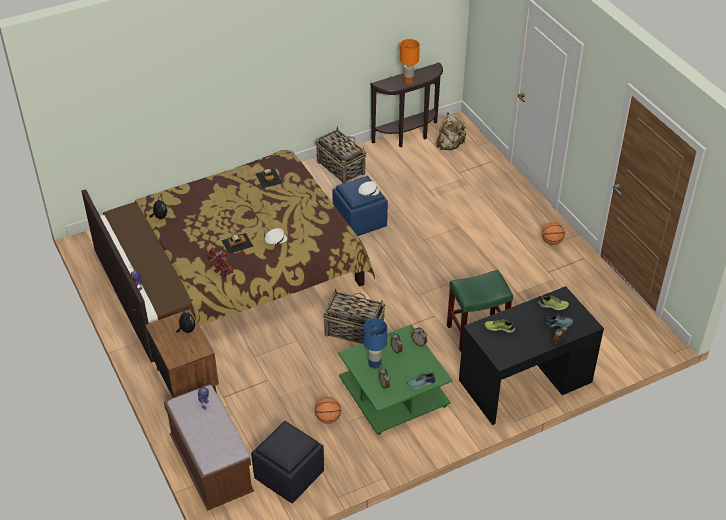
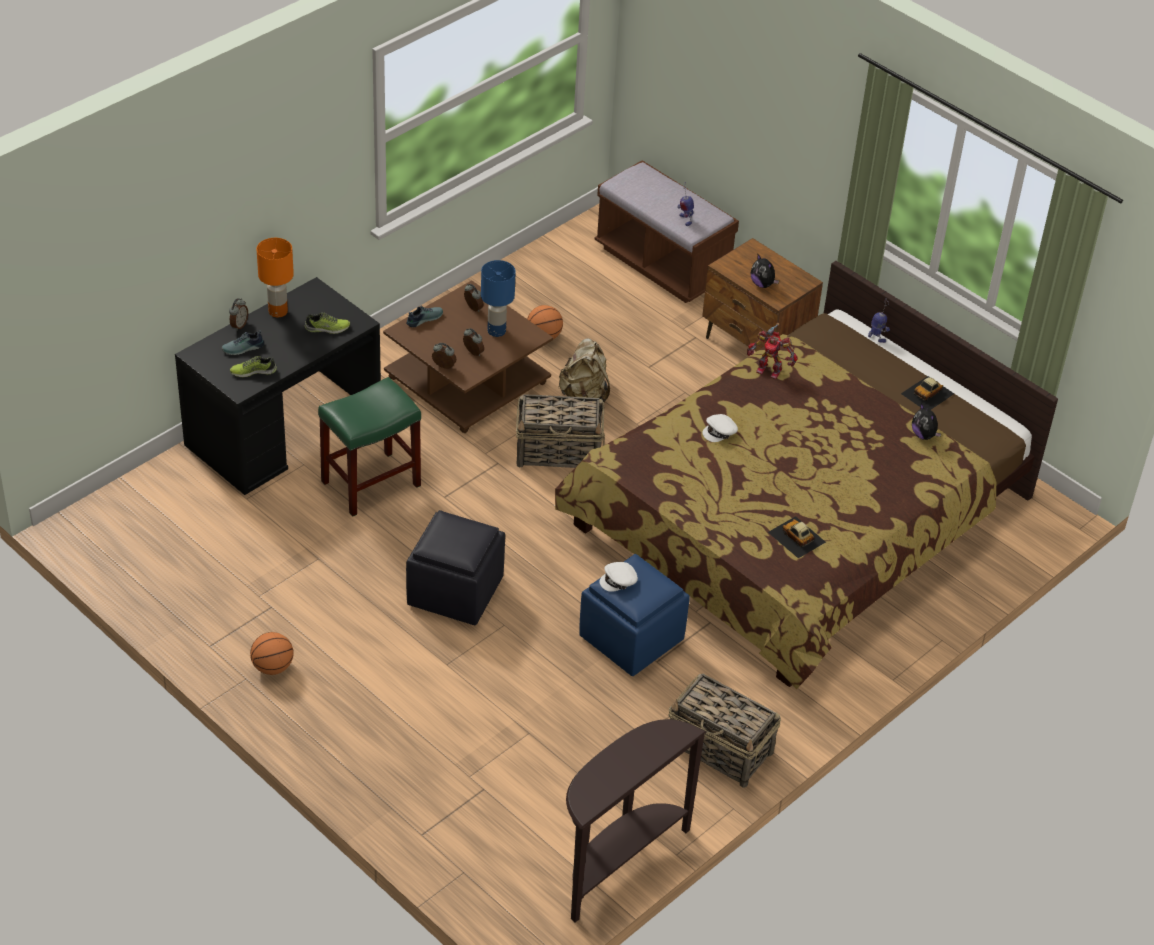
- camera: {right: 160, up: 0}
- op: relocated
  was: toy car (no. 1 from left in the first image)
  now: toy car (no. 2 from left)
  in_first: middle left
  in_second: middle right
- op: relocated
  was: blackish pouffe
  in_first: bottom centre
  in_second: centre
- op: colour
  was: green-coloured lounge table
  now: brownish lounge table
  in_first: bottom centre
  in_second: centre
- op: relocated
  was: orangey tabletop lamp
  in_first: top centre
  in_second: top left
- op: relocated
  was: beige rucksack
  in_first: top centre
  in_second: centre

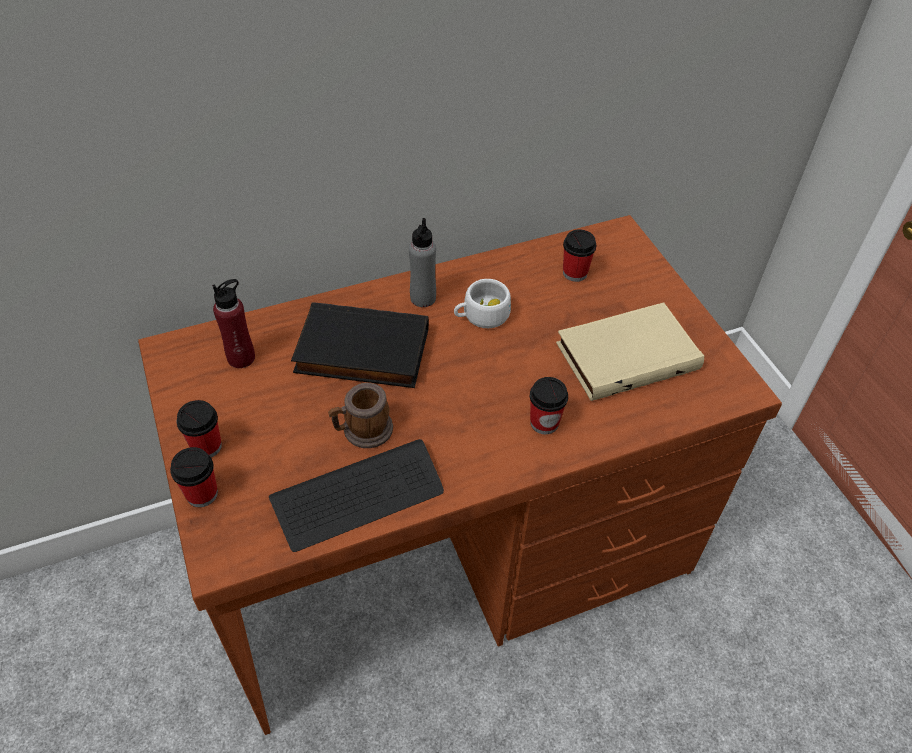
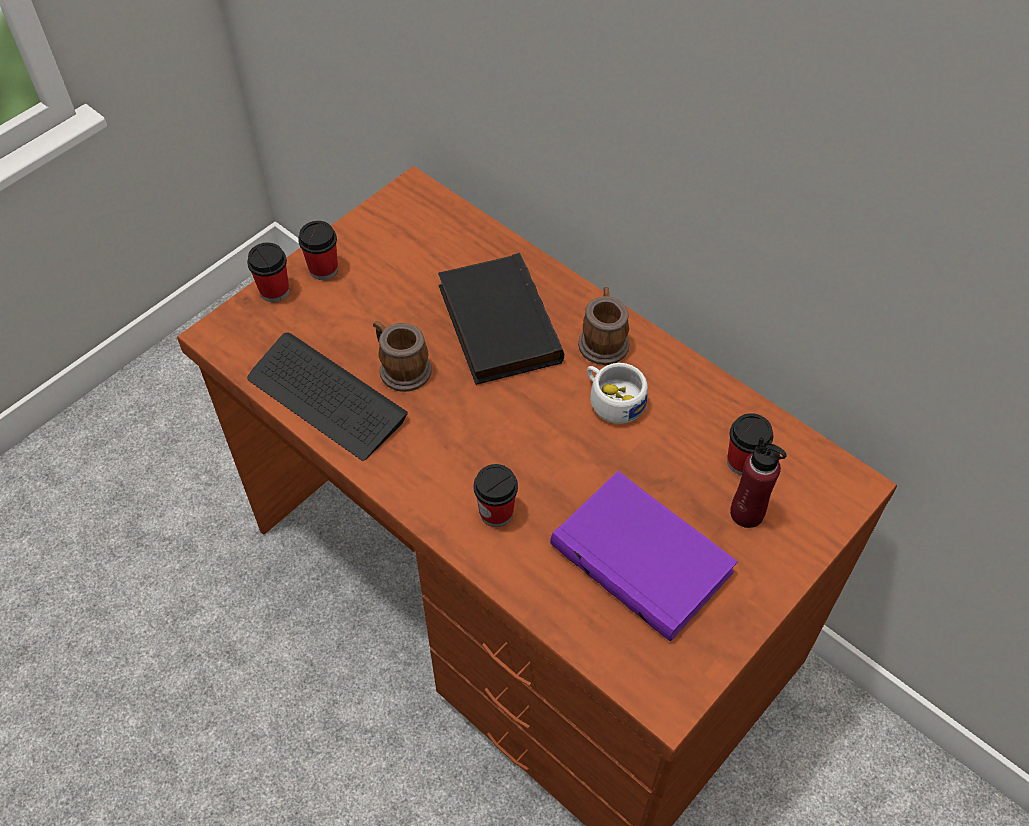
- camera: {right: 65, up: 5}
- op: relocated
  was: reddish drink bottle
  in_first: middle left
  in_second: middle right
- op: exchanged
  was: greyish drink bottle
  now: coffee mug (no. 2 from left)
  in_first: centre
  in_second: centre
- op: colour
  was: beige book
  now: purple-coloured book
  in_first: middle right
  in_second: bottom centre

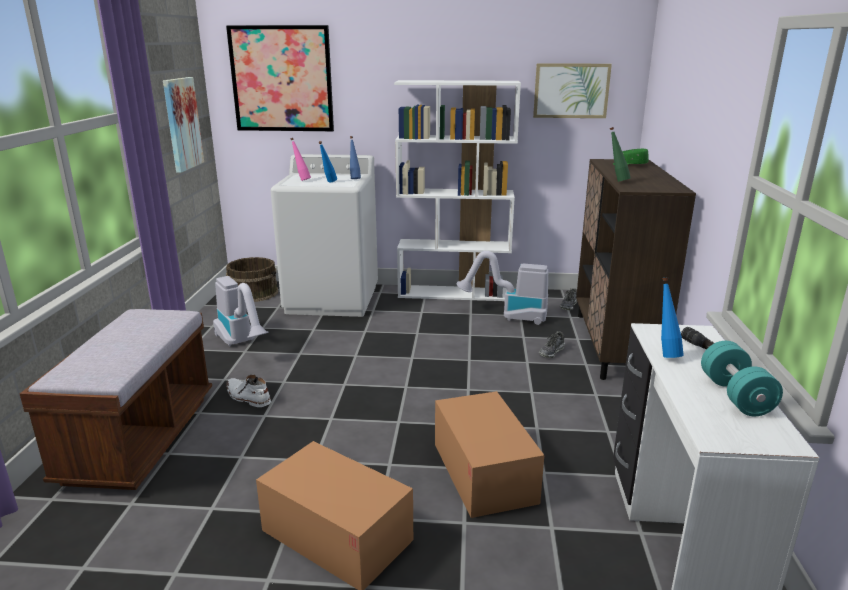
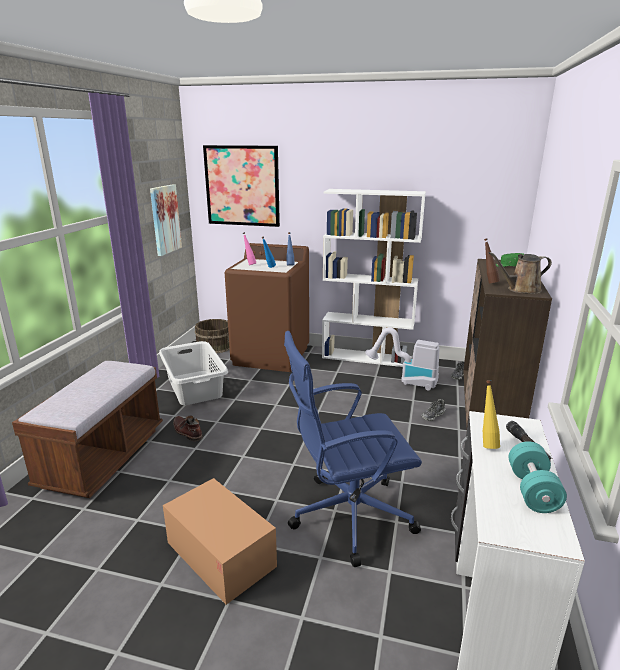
- camera: {right: 10, up: 0}
- op: exchanged
  was: vacuum (no. 1 from left)
  now: greyish hamper
  in_first: middle left
  in_second: middle left
- op: colour
  was: white high-top boot
  now: brownish high-top boot
  in_first: middle left
  in_second: middle left
- op: colour
  was: white laundry appliance
  now: brownish laundry appliance
  in_first: centre
  in_second: centre
- op: exchanged
  was: cardboard box (no. 2 from left)
  now: blue-coloured computer chair
  in_first: bottom centre
  in_second: bottom centre
- op: missing
  was: picture (no. 3 from left)
  in_first: top right
- op: colour
  was: green-coloured drink bottle
  now: brownish drink bottle
  in_first: top right
  in_second: middle right
- op: colour
  was: blue-coloured drink bottle (no. 3 from left)
  now: yellowish drink bottle
  in_first: middle right
  in_second: middle right
- op: appeared
  now: brownish sprinkling can
  in_second: middle right

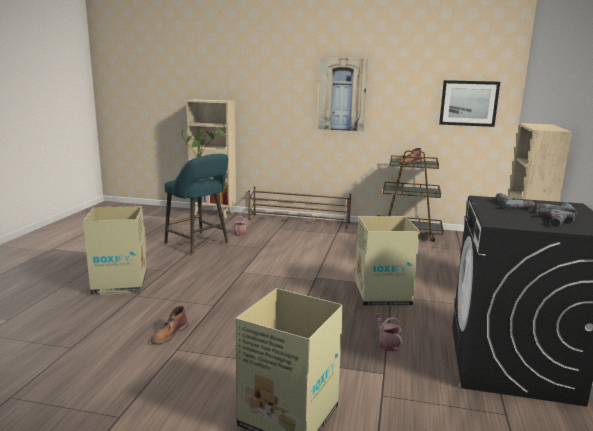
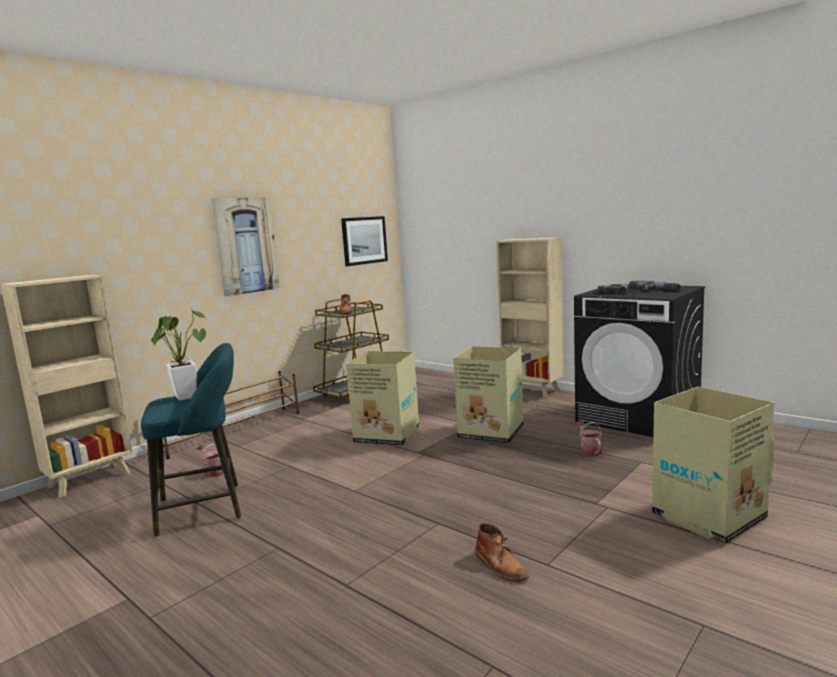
- camera: {right: -60, up: -5}
- op: relocated
  was: cardboard box (no. 1 from left)
  in_first: middle left
  in_second: centre
- op: spun
  was: sprinkling can (no. 2 from left)
  in_first: bottom centre
  in_second: middle right
  clockwise: 75

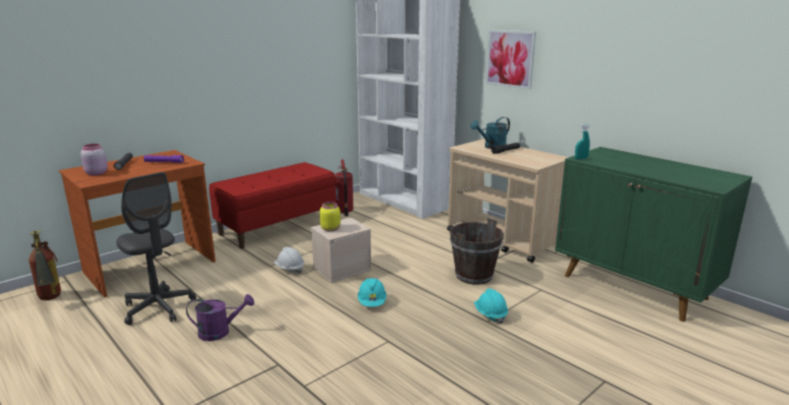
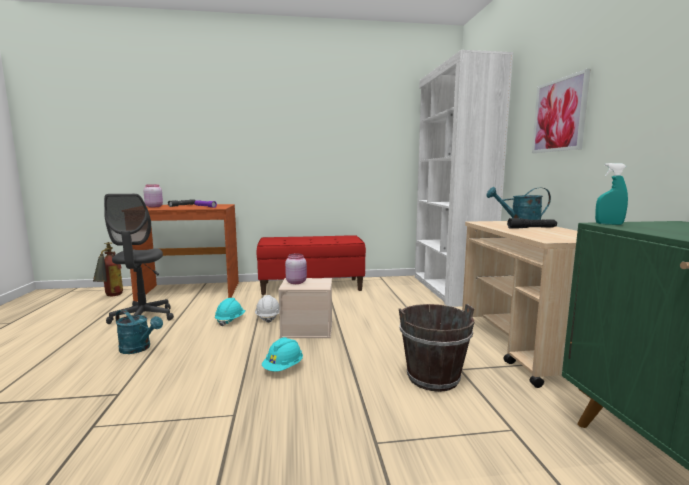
- camera: {right: 35, up: -10}
- op: colour
  was: purple-coloured sprinkling can
  now: turquoise sprinkling can (no. 1 from left)
  in_first: bottom left
  in_second: bottom left
- op: colour
  was: yellowish preserve jar
  now: pink-coloured preserve jar (no. 2 from left)
  in_first: centre
  in_second: centre
- op: missing
  was: fire-fighting cylinder (no. 2 from left)
  in_first: centre
- op: relocated
  was: turquoise work helmet (no. 2 from left in the first image)
  now: turquoise work helmet (no. 1 from left)
  in_first: bottom centre
  in_second: centre

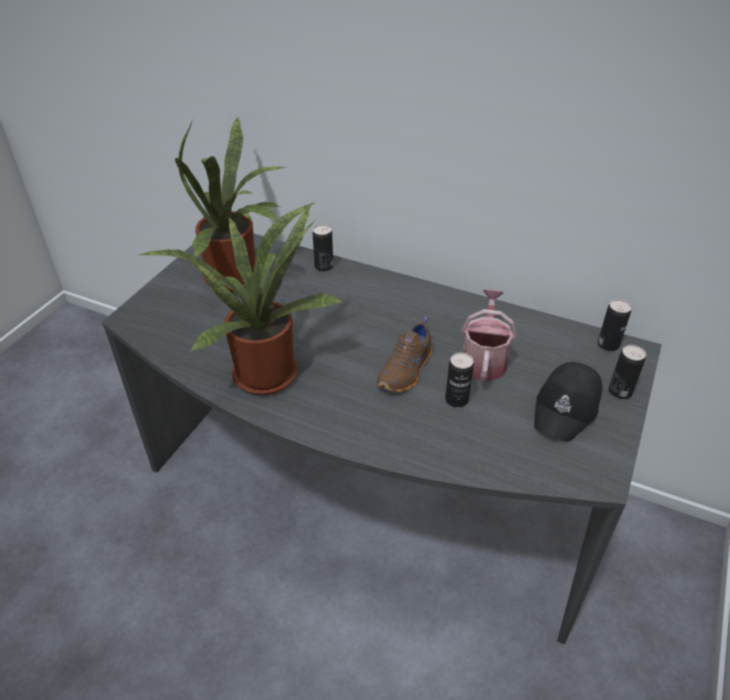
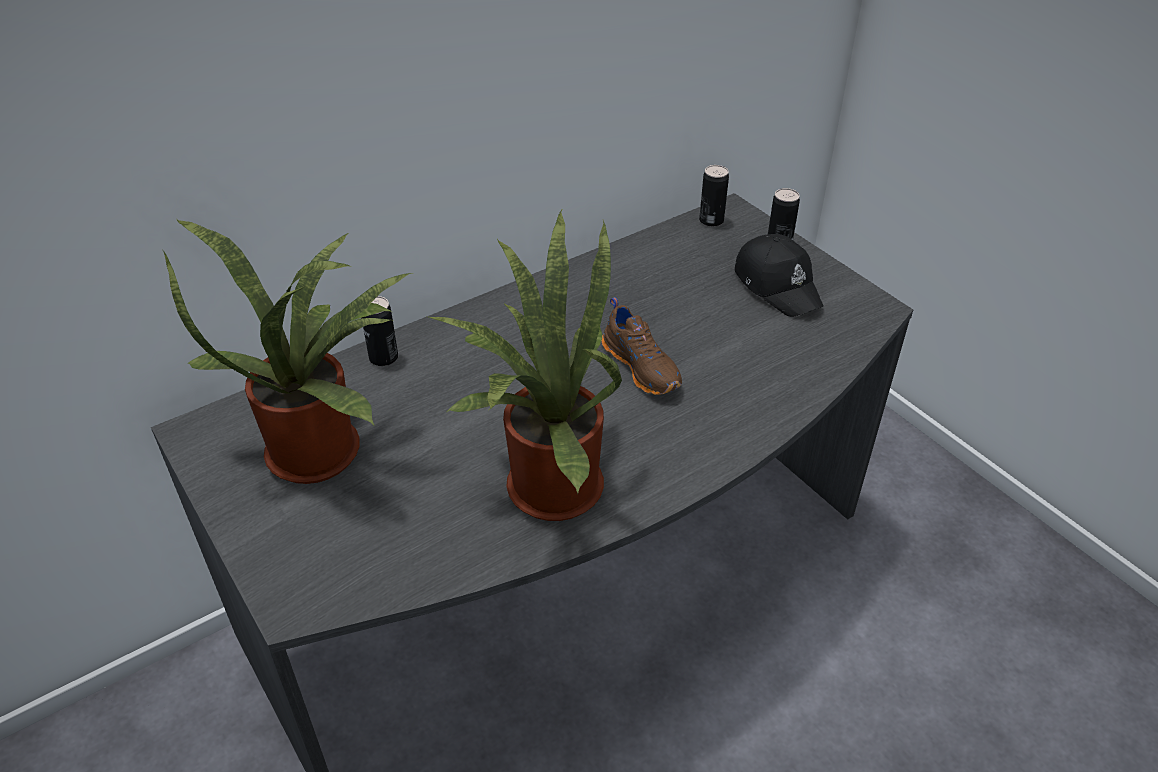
- camera: {right: -60, up: 0}
- op: missing
  was: metal can (no. 2 from left)
  in_first: centre
- op: missing
  was: sprinkling can
  in_first: middle right

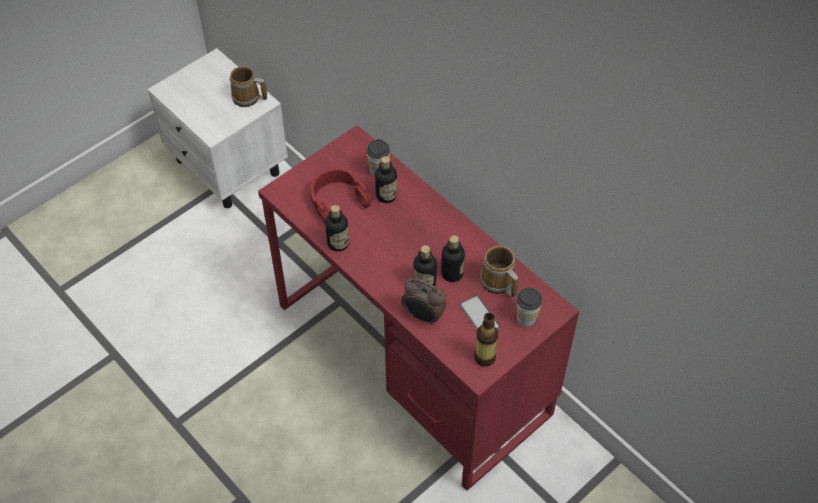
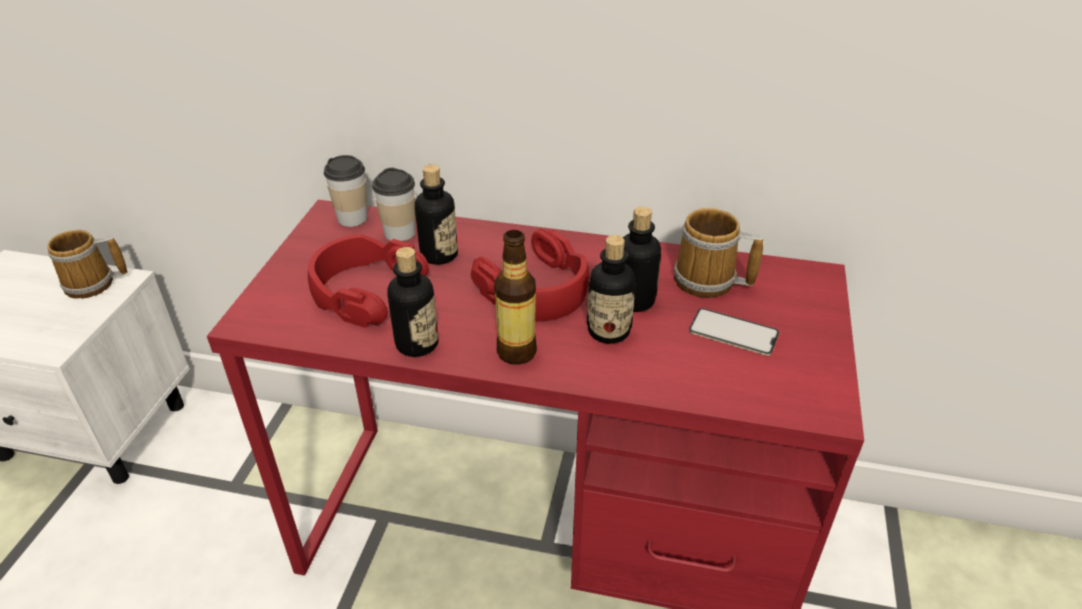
- camera: {right: -35, up: -15}
- op: missing
  was: table clock
  in_first: centre
- op: relocated
  was: drink bottle (no. 5 from left in the first image)
  now: drink bottle (no. 3 from left)
  in_first: bottom centre
  in_second: centre
- op: relocated
  was: drinking cup (no. 2 from left in the first image)
  now: drinking cup (no. 1 from left)
  in_first: centre
  in_second: top left
- op: appeared
  now: reddish headphones (no. 2 from left)
  in_second: centre

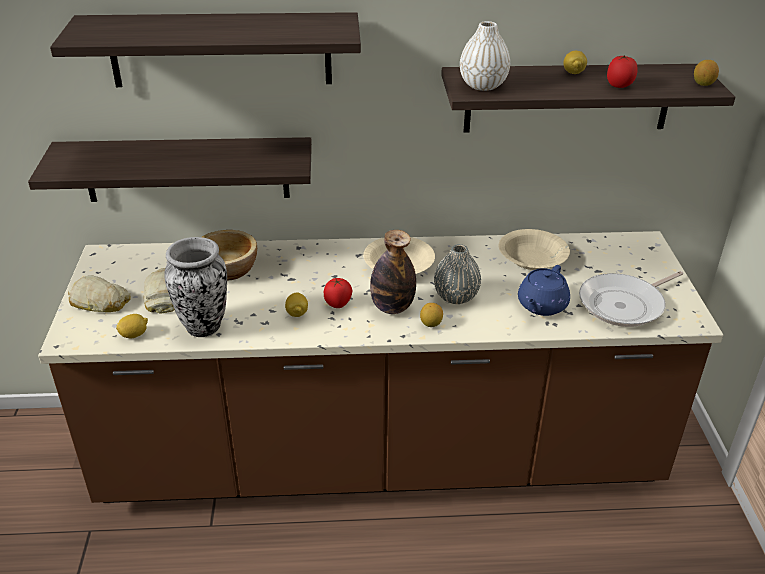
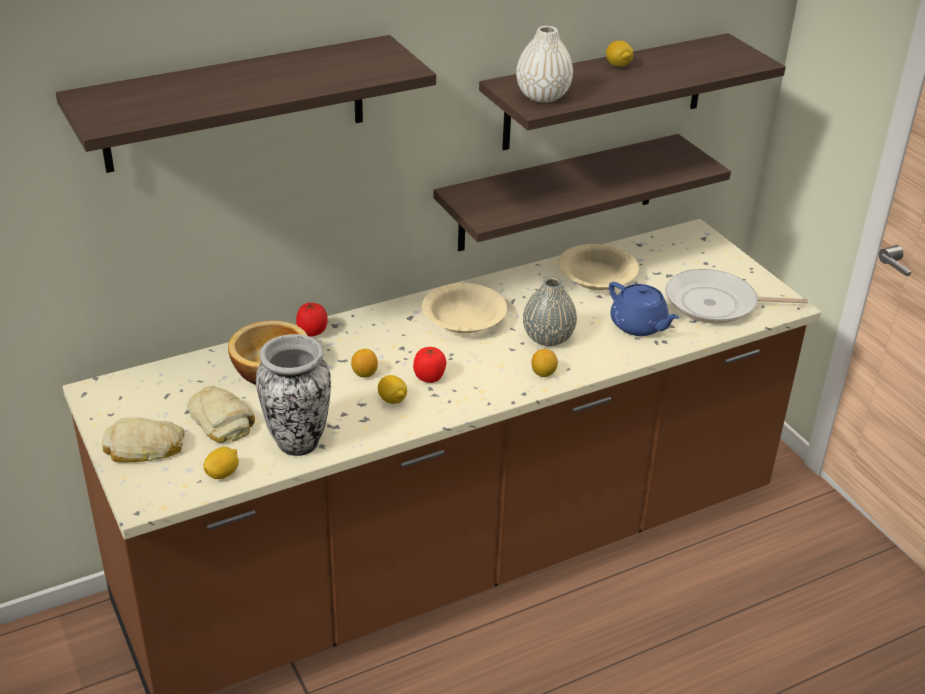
- camera: {right: -25, up: 0}
- op: relocated
  was: bracket shelf (no. 1 from left in the first image)
  now: bracket shelf (no. 2 from left)
  in_first: top left
  in_second: top centre
- op: missing
  was: drink bottle
  in_first: centre
- op: spun
  was: blue-coloured teapot
  in_first: middle right
  in_second: middle right
  clockwise: -45
- op: spun
  was: frying pan
  in_first: middle right
  in_second: middle right
  clockwise: 60
- op: relocated
  was: tomato (no. 2 from left in the first image)
  now: tomato (no. 1 from left)
  in_first: top right
  in_second: centre
- op: relocated
  was: whole lemon (no. 5 from left in the first image)
  now: whole lemon (no. 2 from left)
  in_first: top right
  in_second: centre

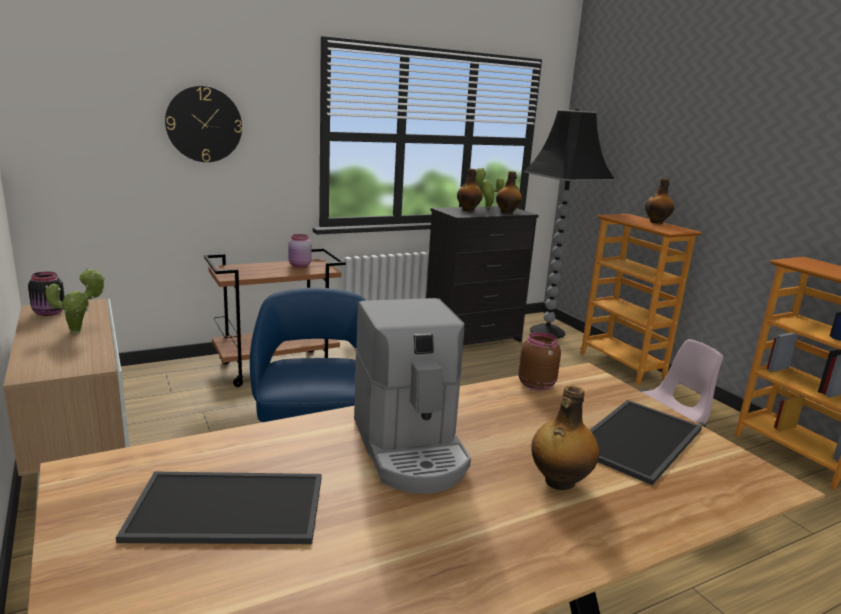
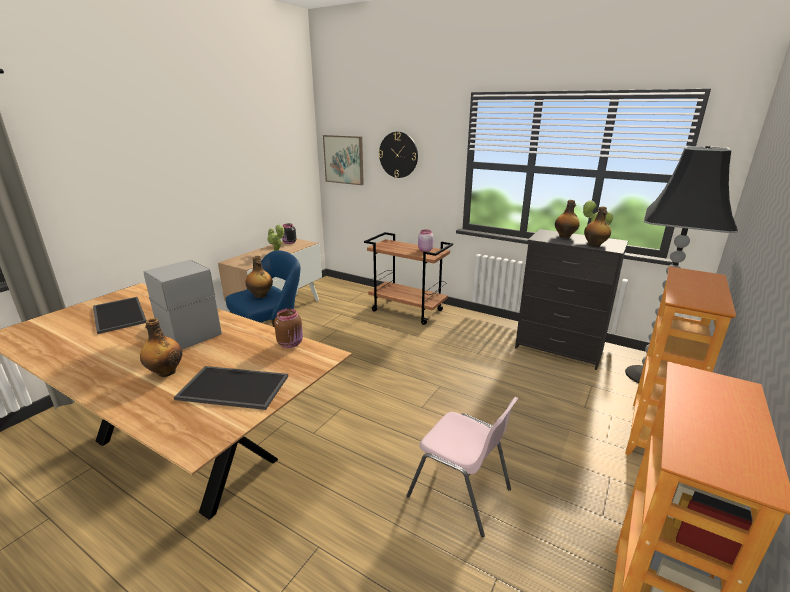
- camera: {right: 60, up: 5}
- op: spun
  was: coffee brewer
  in_first: centre
  in_second: middle left
  clockwise: 90
- op: relocated
  was: drink bottle (no. 4 from left in the first image)
  now: drink bottle (no. 2 from left)
  in_first: top right
  in_second: middle left
- op: appeared
  now: picture
  in_second: top centre

